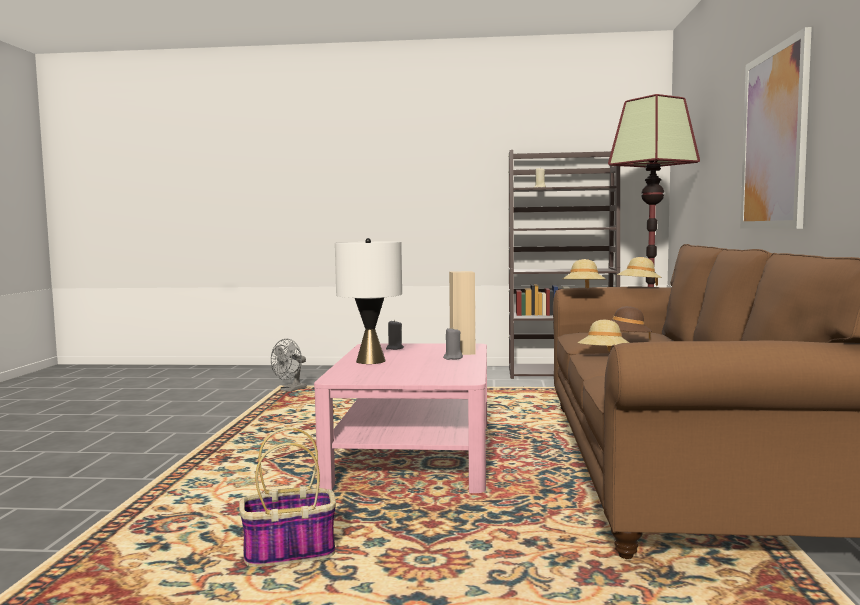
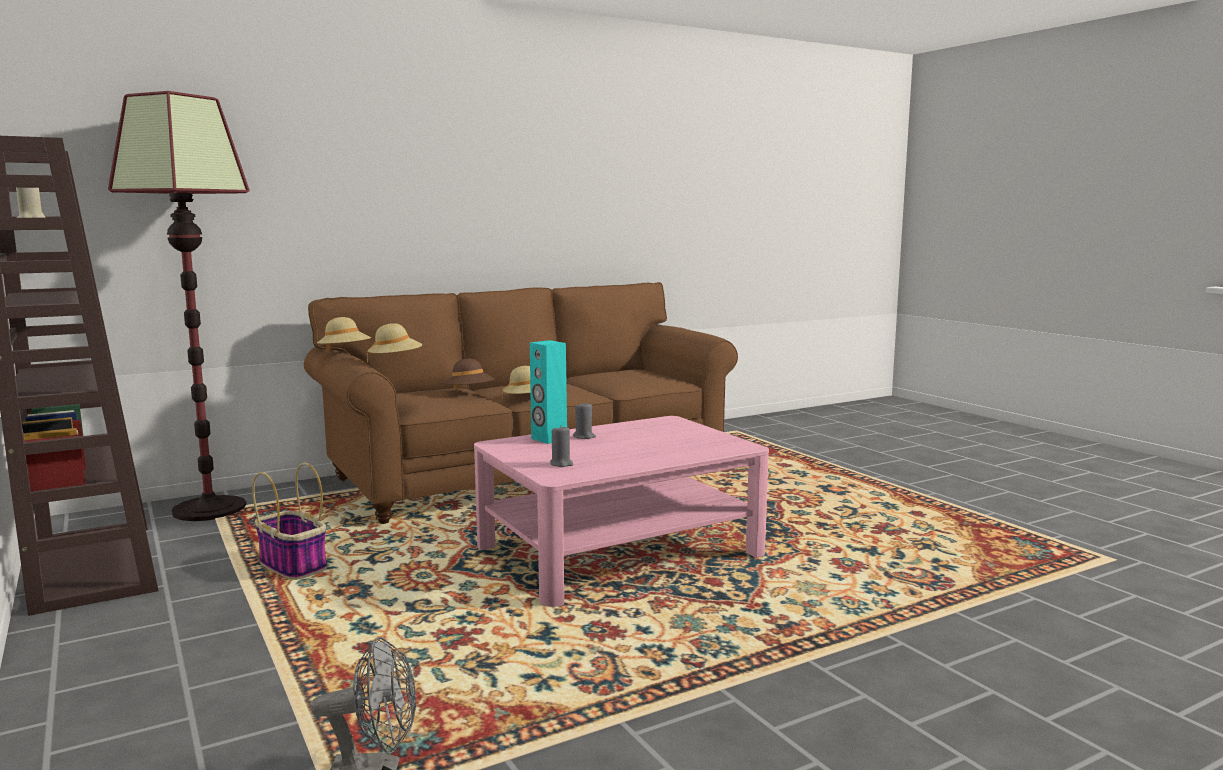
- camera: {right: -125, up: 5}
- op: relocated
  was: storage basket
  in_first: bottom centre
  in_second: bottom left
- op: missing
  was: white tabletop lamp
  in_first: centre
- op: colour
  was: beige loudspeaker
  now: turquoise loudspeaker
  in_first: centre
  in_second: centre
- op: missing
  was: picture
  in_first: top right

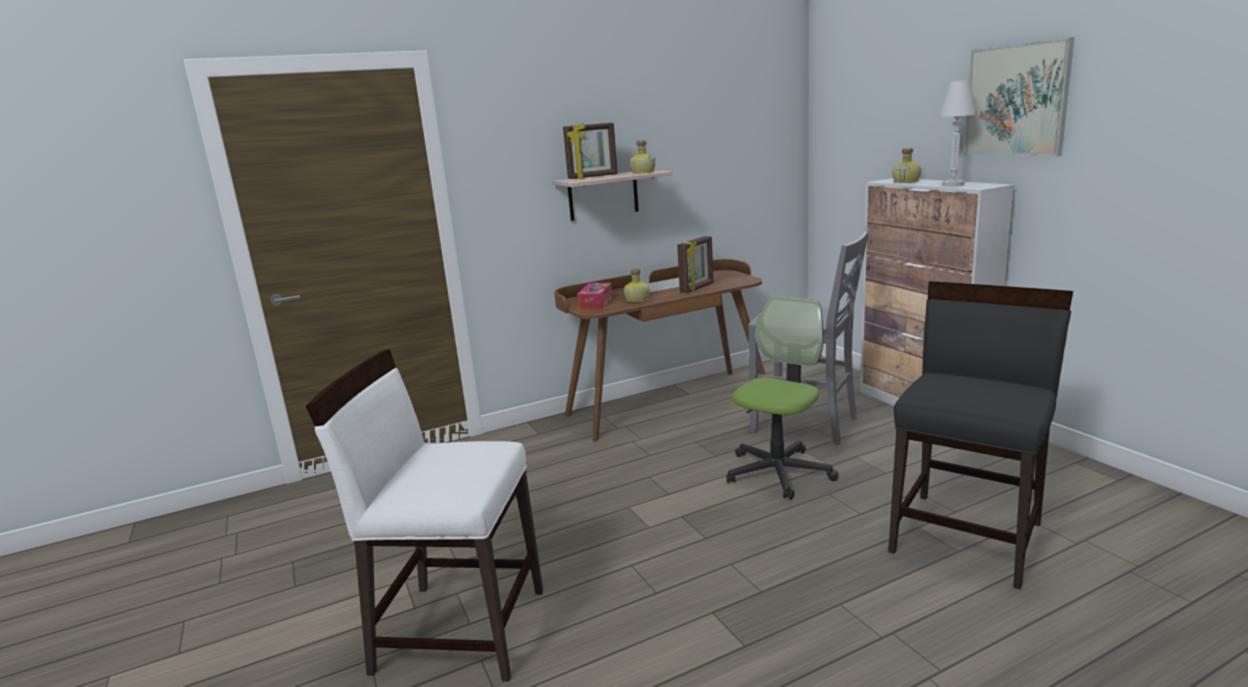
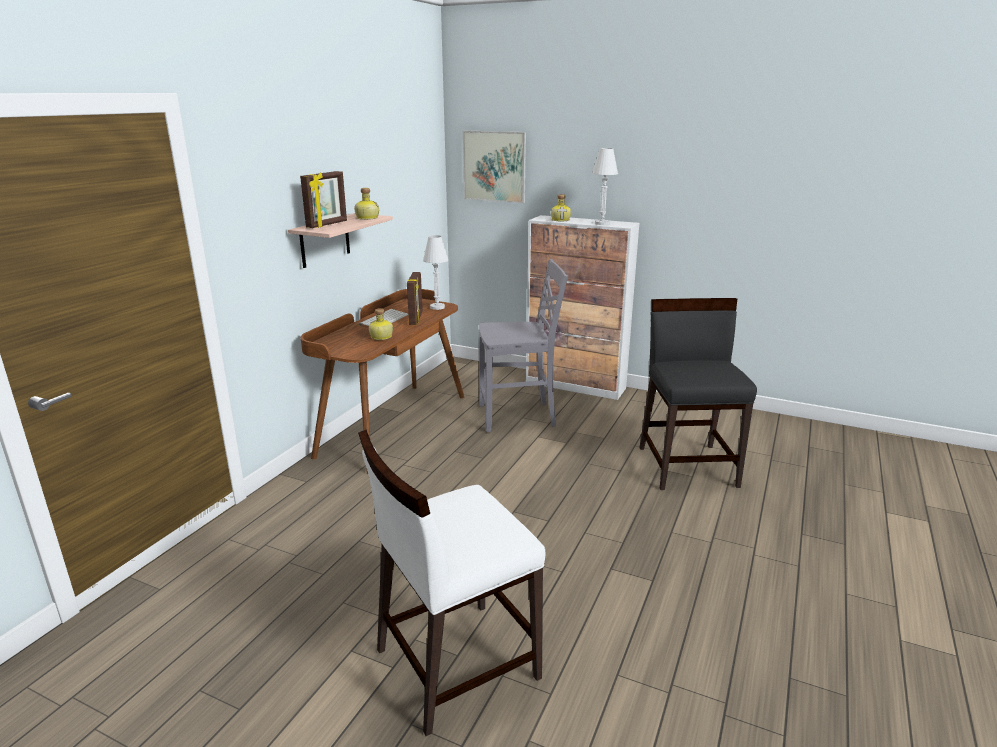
- camera: {right: -40, up: 5}
- op: missing
  was: box of tissues
  in_first: centre
- op: missing
  was: computer chair
  in_first: centre
- op: relocated
  was: picture
  in_first: top right
  in_second: top centre
- op: appeared
  now: white tabletop lamp (no. 1 from left)
  in_second: centre

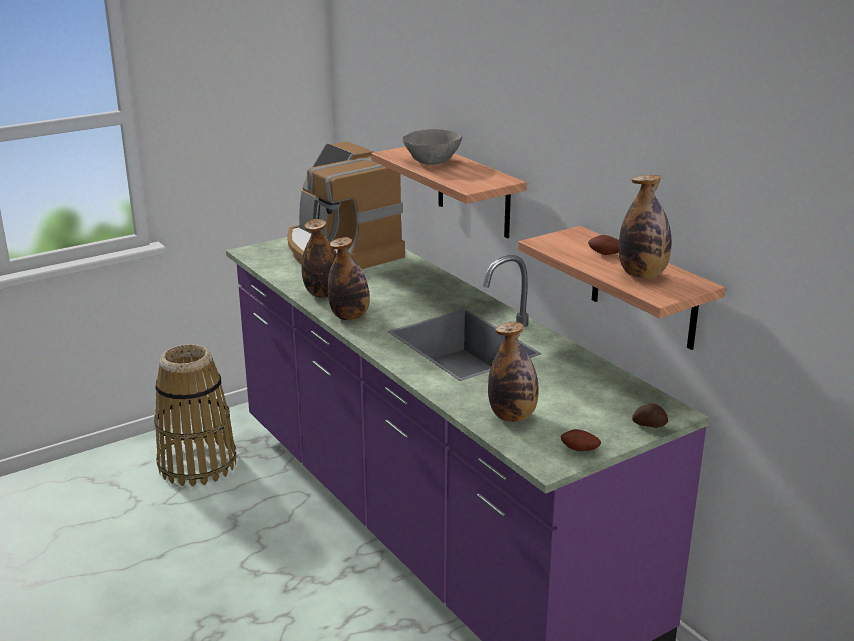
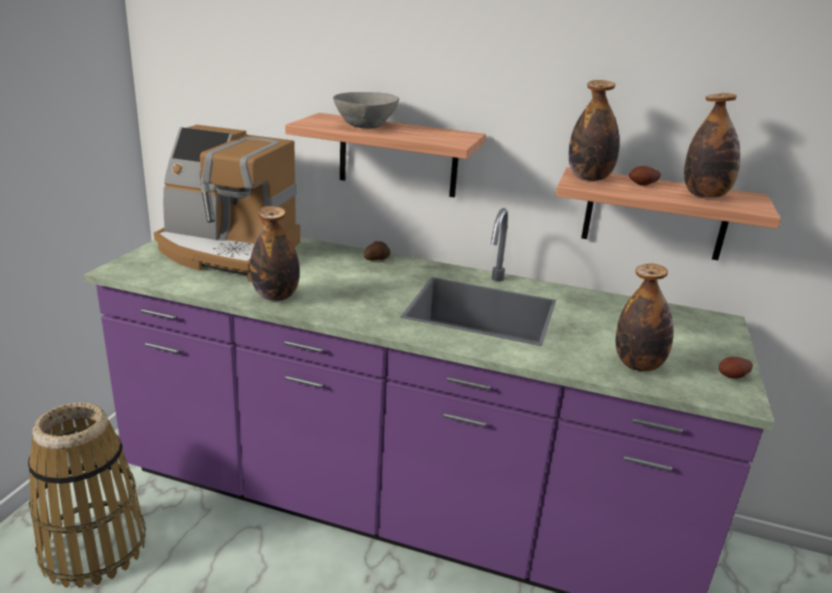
- camera: {right: -40, up: 0}
- op: relocated
  was: drink bottle (no. 2 from left)
  in_first: centre
  in_second: top right
- op: relocated
  was: spud (no. 3 from left in the first image)
  now: spud (no. 1 from left)
  in_first: middle right
  in_second: centre

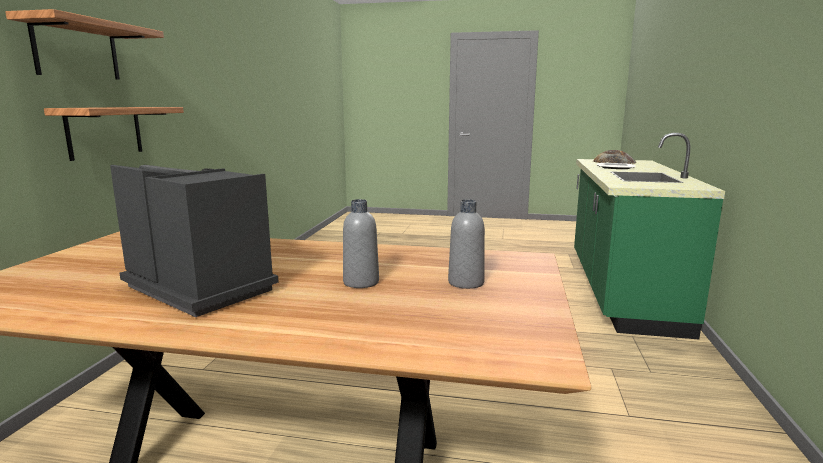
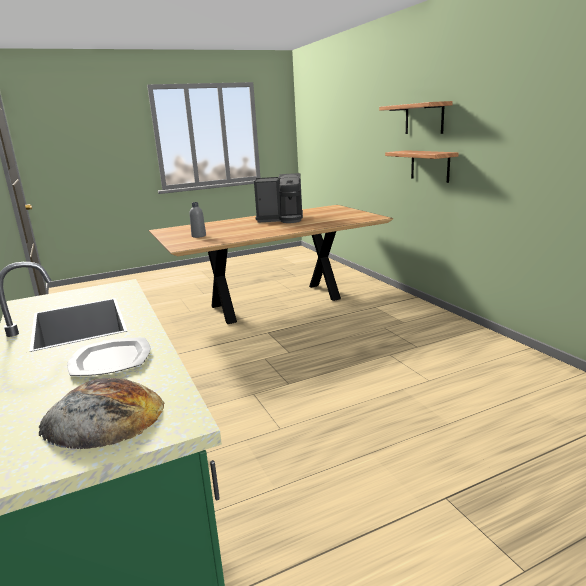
- camera: {right: 145, up: 5}
- op: missing
  was: greyish drink bottle (no. 1 from left)
  in_first: centre

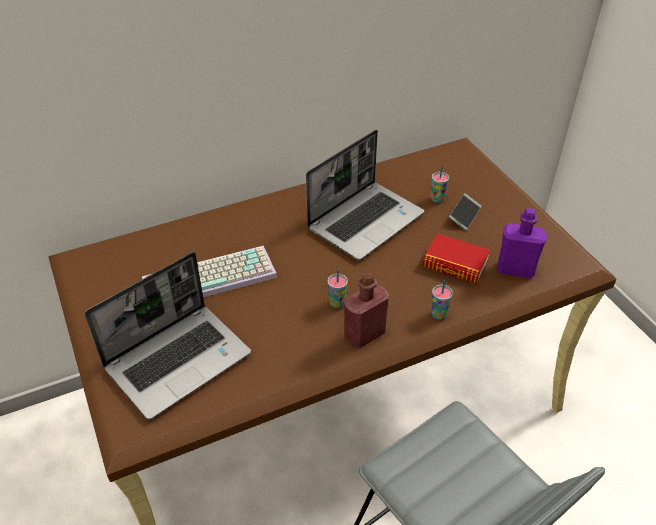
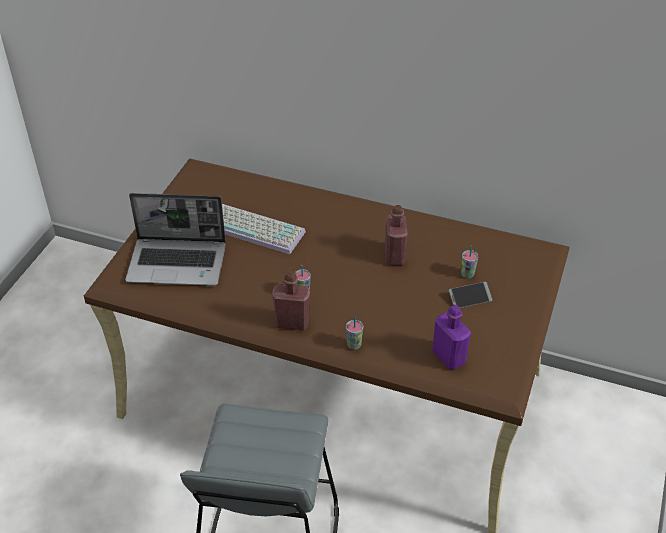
- camera: {right: 45, up: 0}
- op: exchanged
  was: portable computer (no. 2 from left)
  now: reddish drink bottle (no. 2 from left)
  in_first: centre
  in_second: centre
- op: missing
  was: book
  in_first: middle right

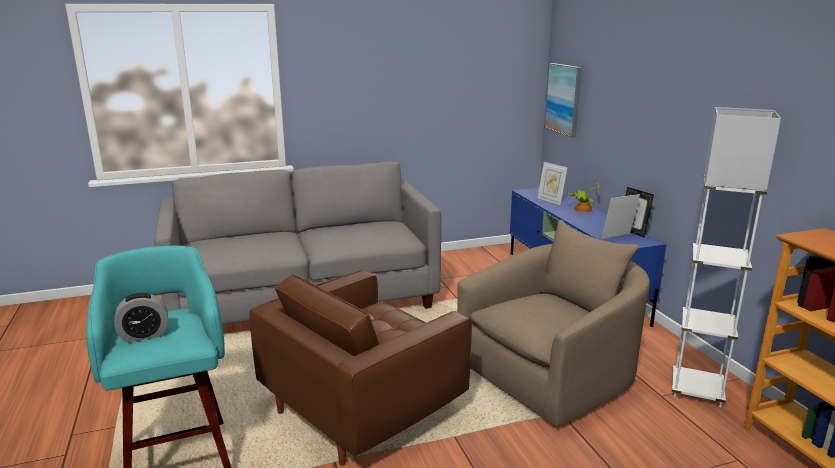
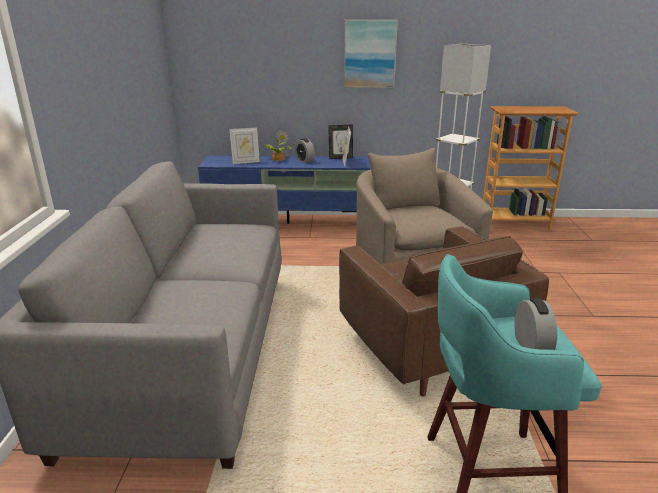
- camera: {right: -70, up: 5}
- op: relocated
  was: picture
  in_first: top right
  in_second: top centre
- op: appeared
  now: table clock (no. 1 from left)
  in_second: top centre

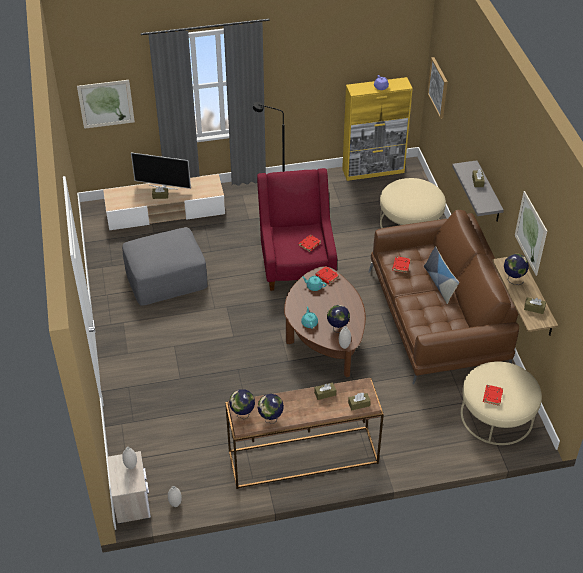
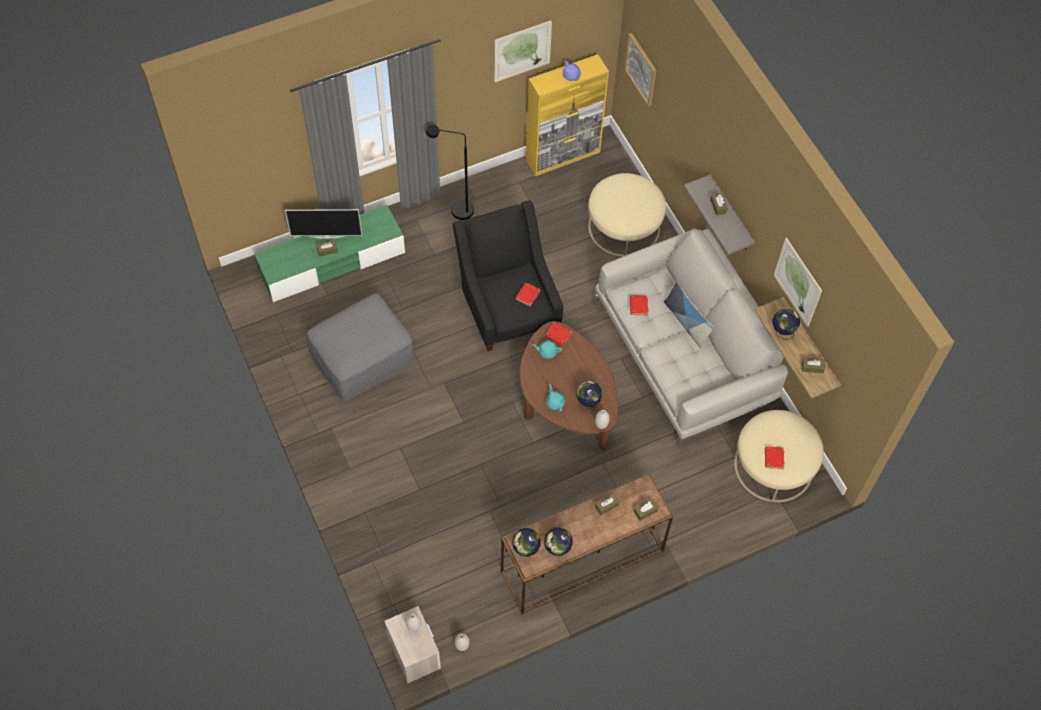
- camera: {right: -15, up: 15}
- op: relocated
  was: picture (no. 1 from left)
  in_first: top left
  in_second: top centre
- op: colour
  was: beige tv unit
  now: green-coloured tv unit
  in_first: middle left
  in_second: middle left
- op: colour
  was: reddish easy chair
  now: blackish easy chair
  in_first: centre
  in_second: centre
- op: colour
  was: brownish couch
  now: greyish couch
  in_first: middle right
  in_second: centre

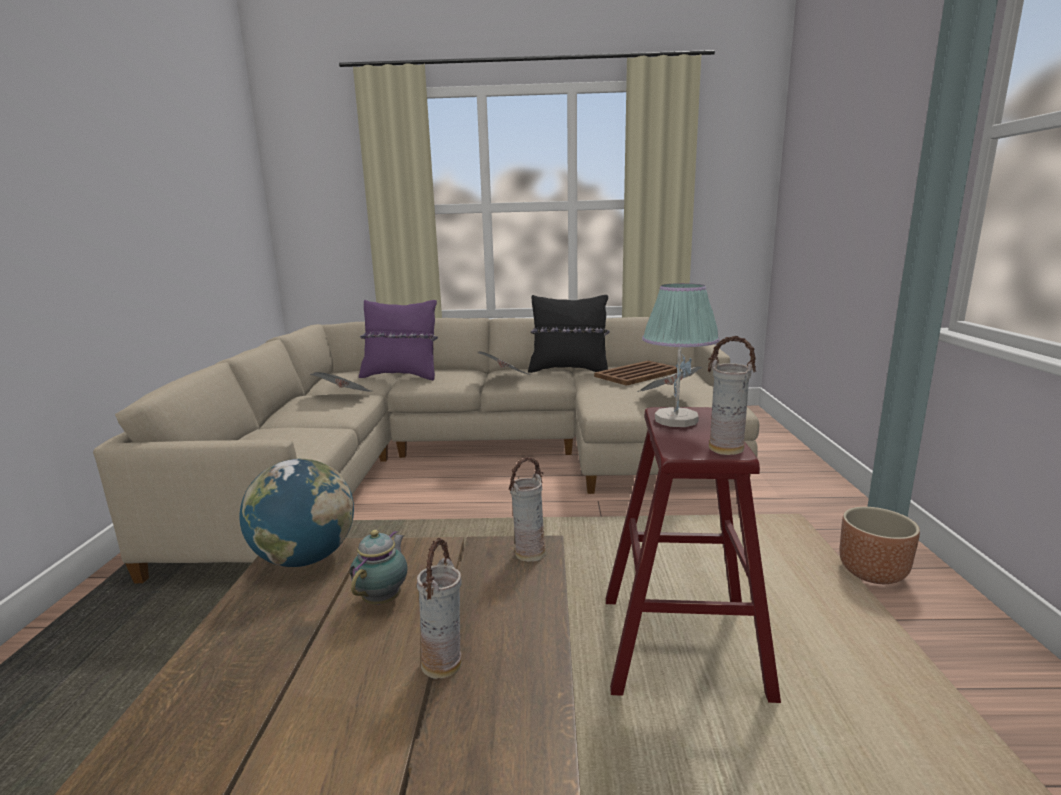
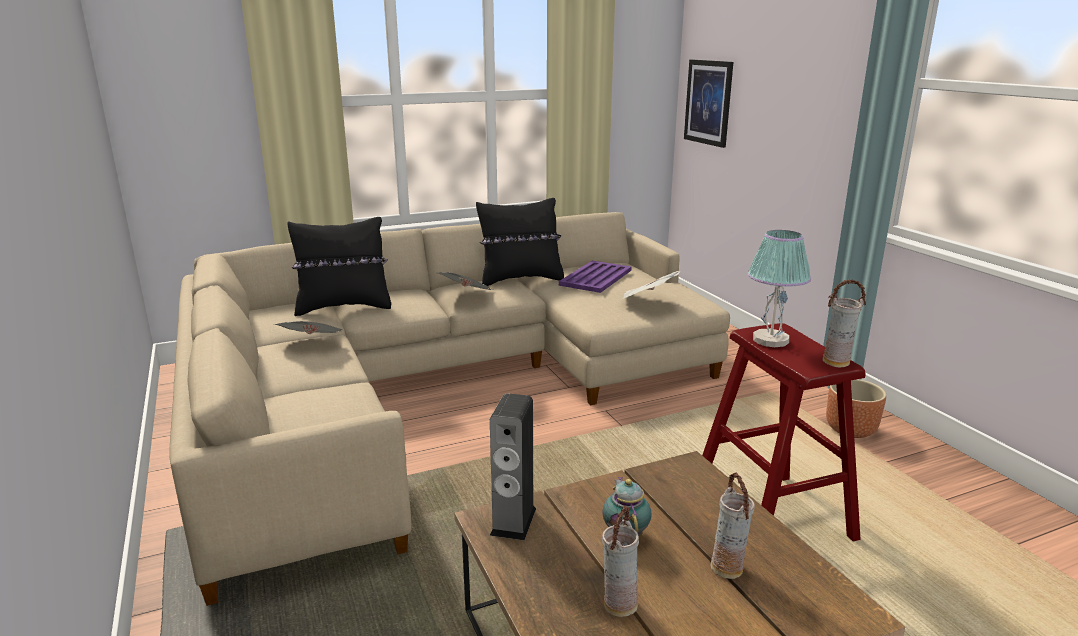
- camera: {right: -25, up: 5}
- op: exchanged
  was: globe
  now: loudspeaker
  in_first: middle left
  in_second: bottom centre
- op: colour
  was: purple-coloured pillow
  now: blackish pillow (no. 1 from left)
  in_first: centre
  in_second: middle left
- op: relocated
  was: flower vase (no. 2 from left in the first image)
  now: flower vase (no. 1 from left)
  in_first: centre
  in_second: bottom centre
- op: colour
  was: brownish serving tray
  now: purple-coloured serving tray
  in_first: centre
  in_second: centre
- op: appeared
  now: picture
  in_second: top centre

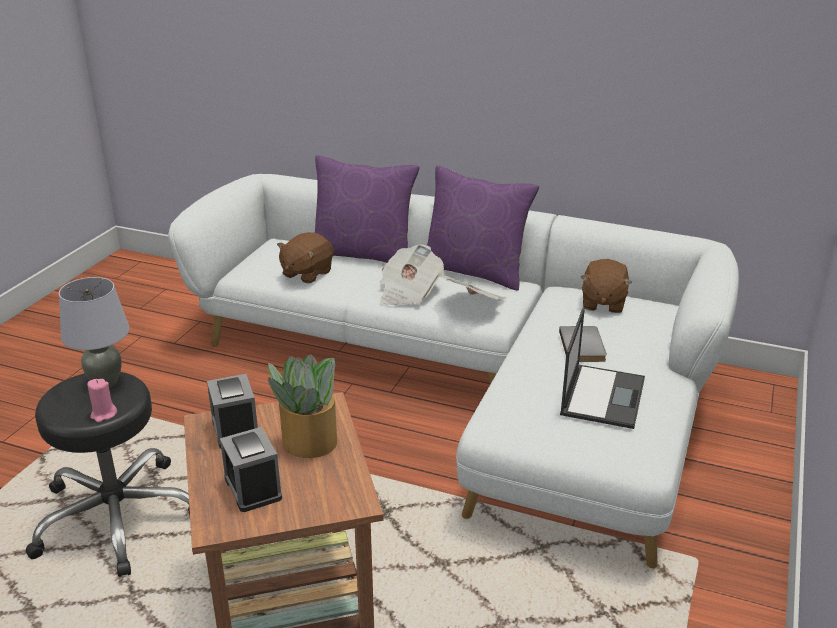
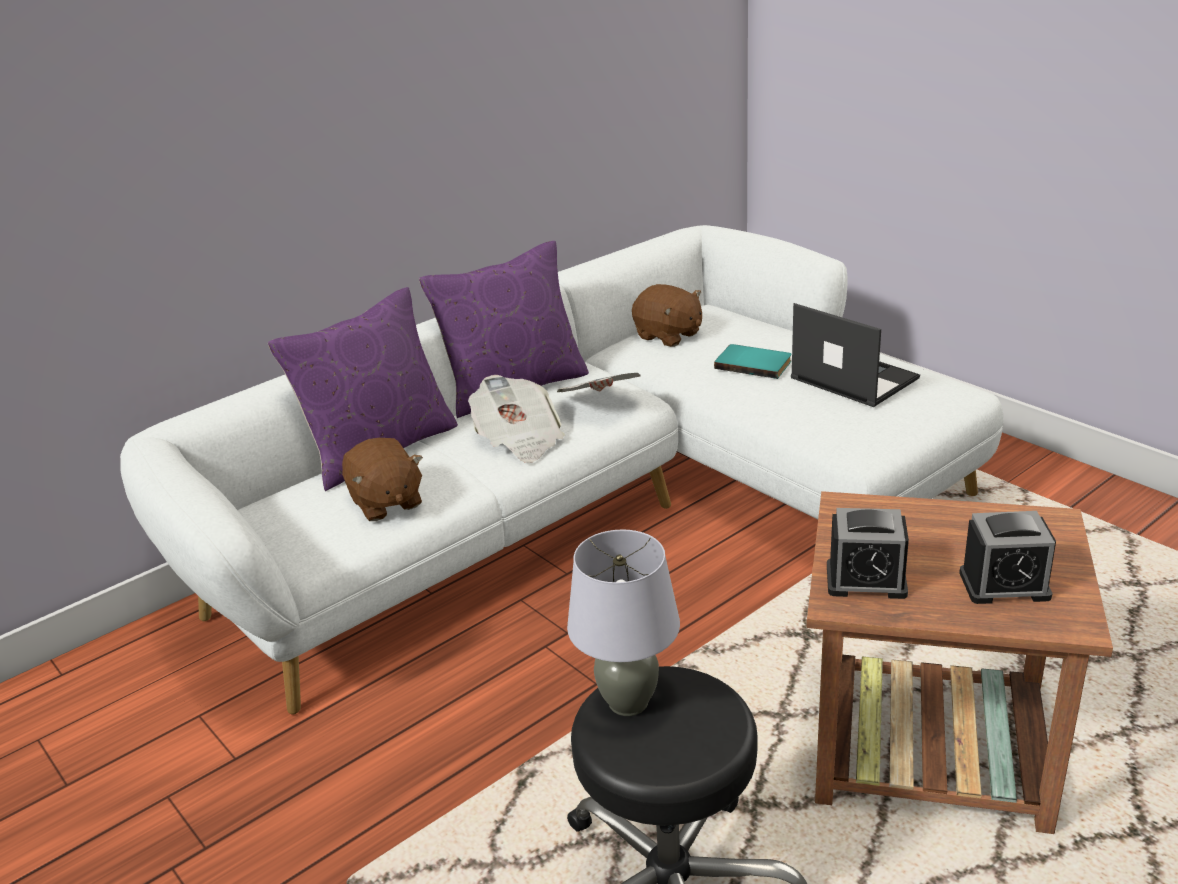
- camera: {right: -60, up: 0}
- op: missing
  was: pink-coloured candle
  in_first: middle left
- op: missing
  was: potted plant
  in_first: centre
- op: colour
  was: greyish book
  now: turquoise book
  in_first: middle right
  in_second: centre

